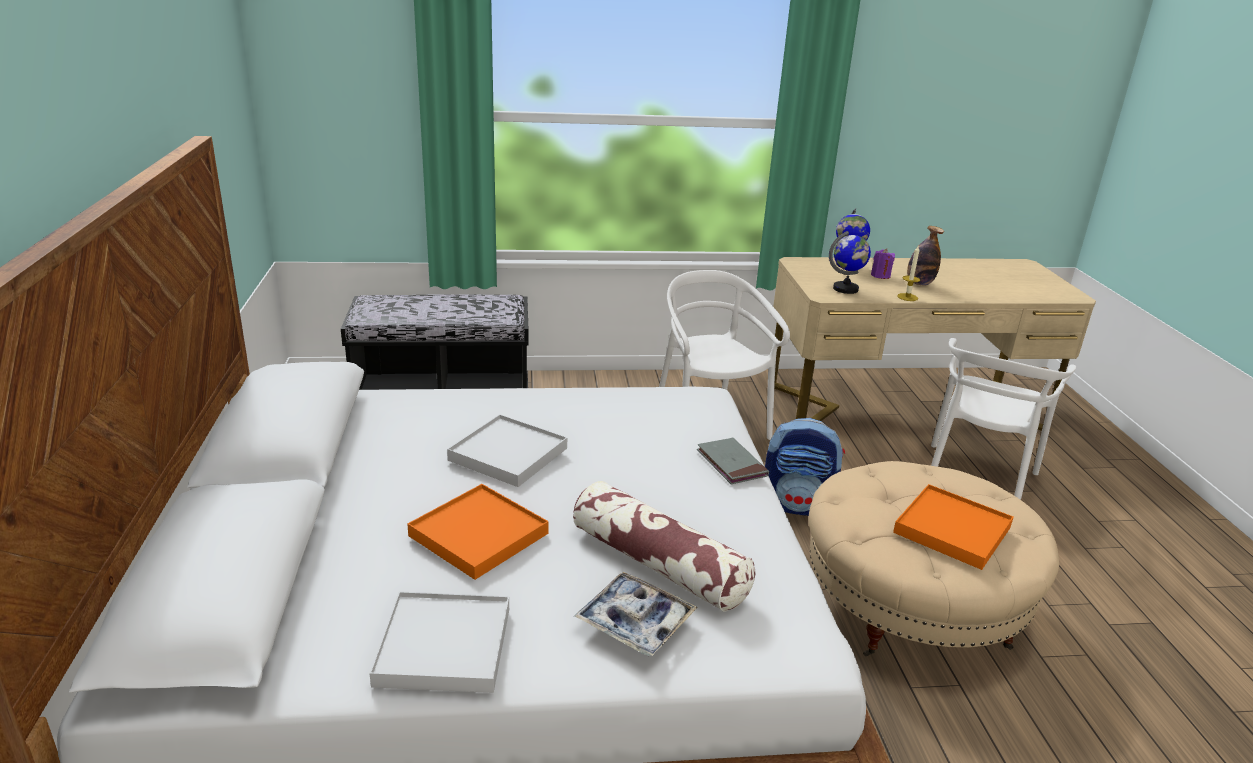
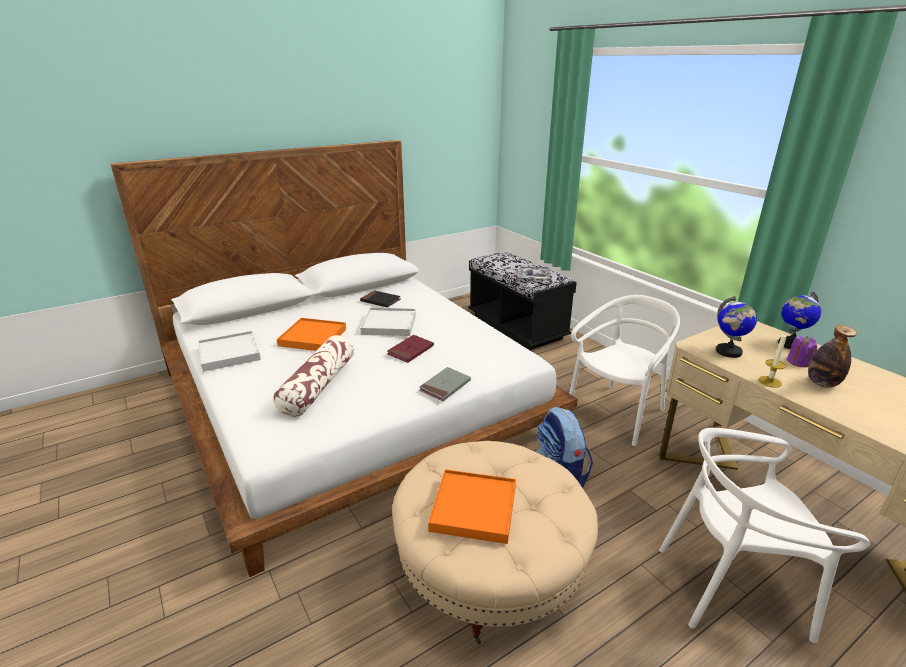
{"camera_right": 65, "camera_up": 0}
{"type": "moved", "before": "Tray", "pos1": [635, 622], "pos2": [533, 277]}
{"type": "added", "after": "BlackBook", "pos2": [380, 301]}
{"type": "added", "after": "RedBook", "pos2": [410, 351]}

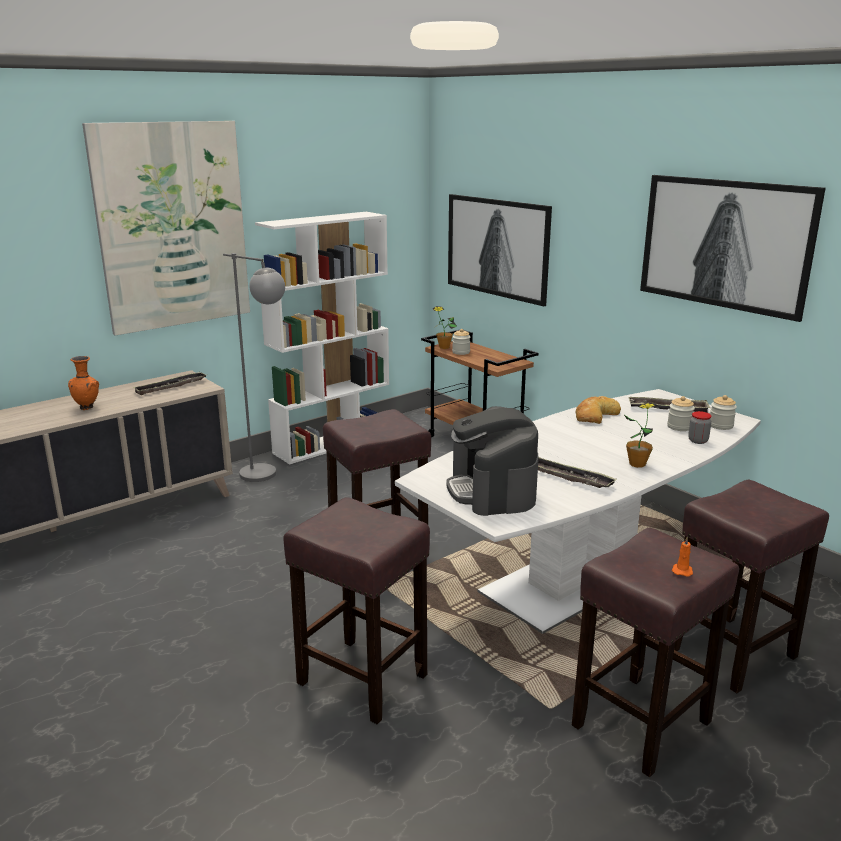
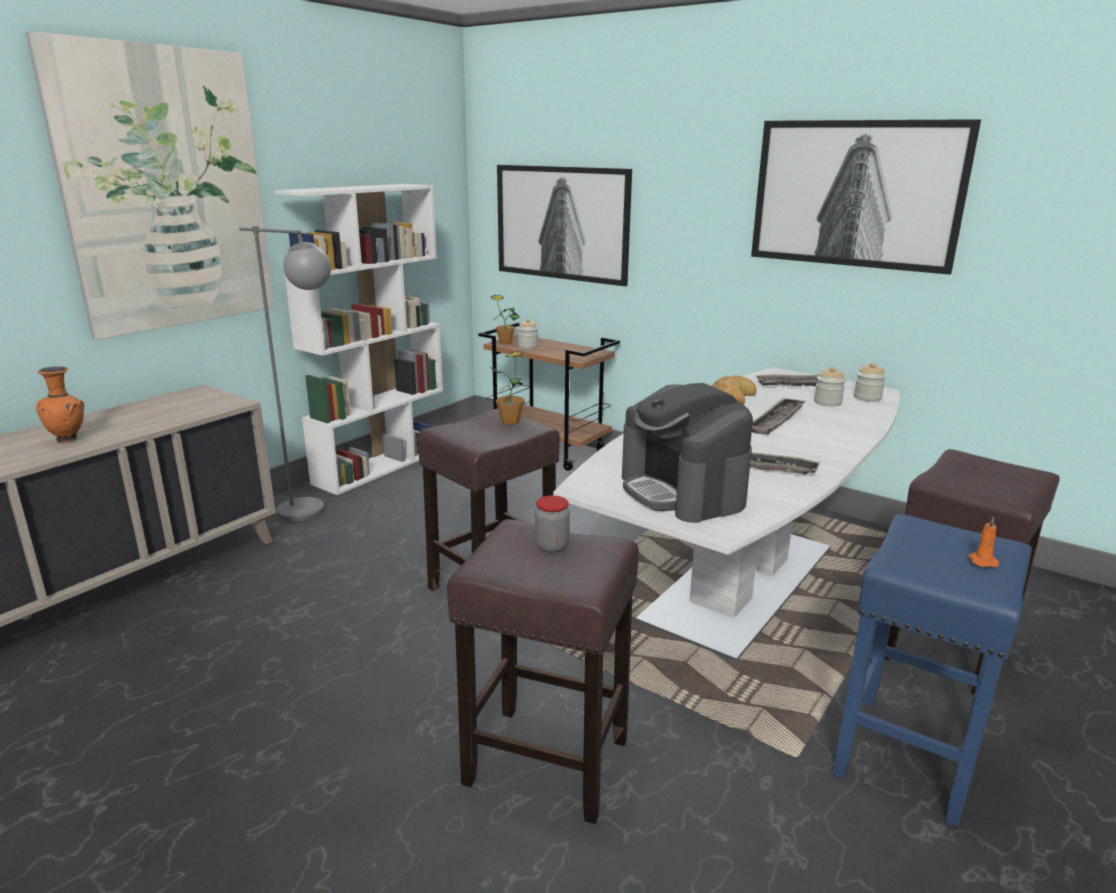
{"camera_right": -15, "camera_up": 0}
{"type": "moved", "before": "Tray", "pos1": [171, 387], "pos2": [776, 420]}
{"type": "recoloured", "before": "BrownStool", "after": "BlueStool", "pos1": [640, 725], "pos2": [906, 758]}
{"type": "moved", "before": "PottedPlant", "pos1": [637, 464], "pos2": [510, 422]}
{"type": "moved", "before": "Jar", "pos1": [698, 441], "pos2": [552, 546]}

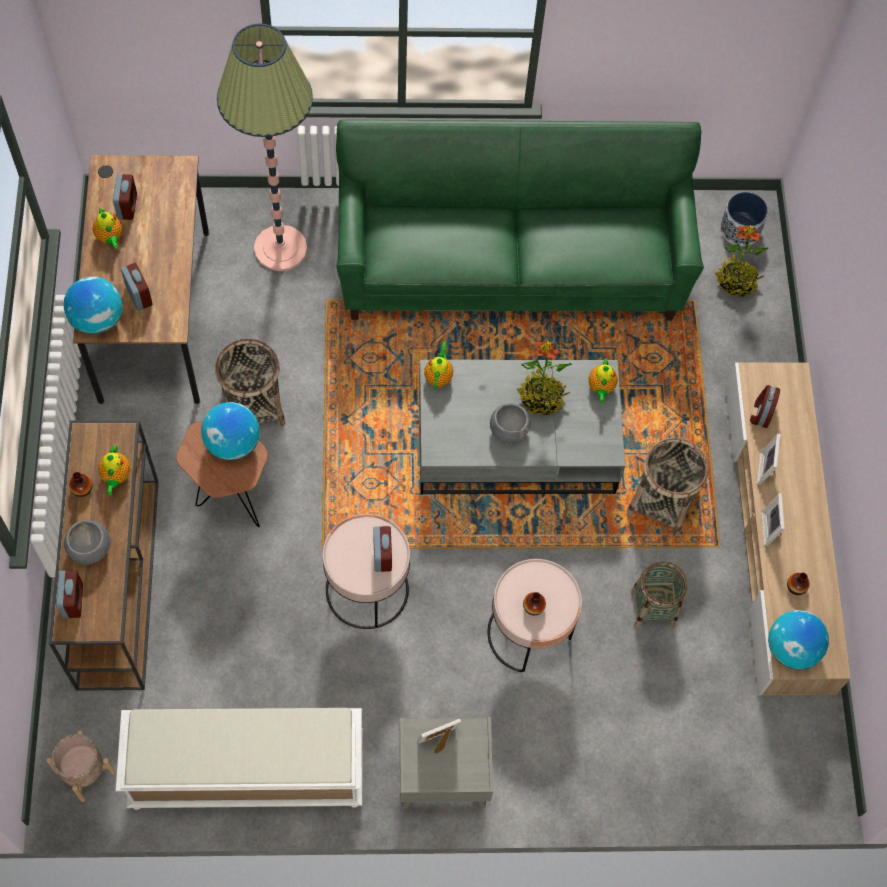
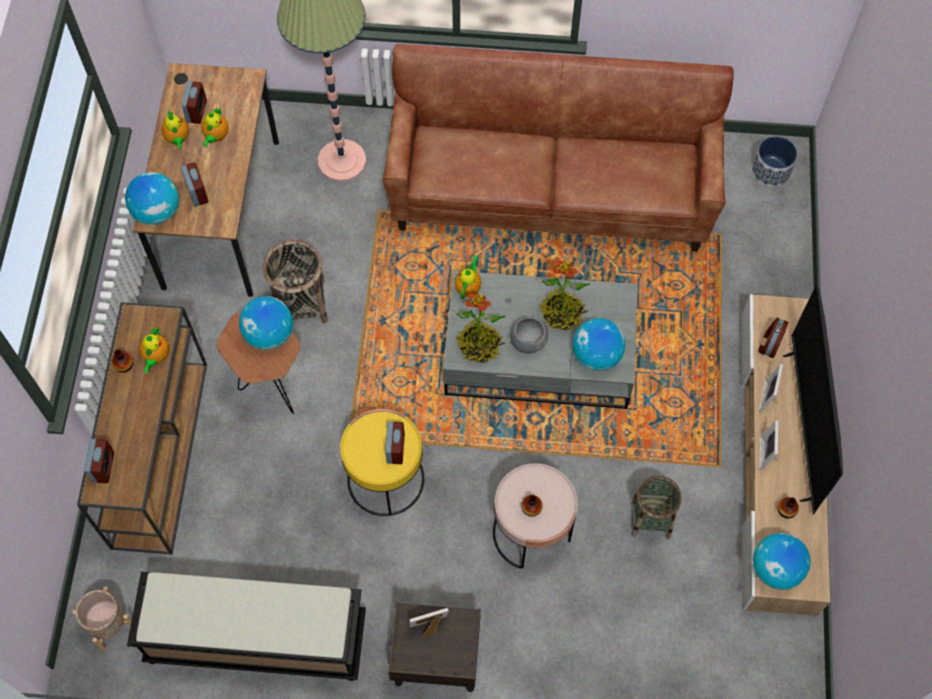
{"camera_right": 10, "camera_up": 0}
{"type": "removed", "before": "GreyBowl", "pos1": [90, 548]}
{"type": "recoloured", "before": "WhiteBench", "after": "BlackBench", "pos1": [245, 773], "pos2": [255, 639]}
{"type": "recoloured", "before": "PinkSideTable", "after": "YellowSideTable", "pos1": [367, 590], "pos2": [385, 480]}
{"type": "recoloured", "before": "GreenSofa", "after": "BrownSofa", "pos1": [509, 270], "pos2": [550, 194]}
{"type": "recoloured", "before": "GreyNightstand", "after": "BrownNightstand", "pos1": [441, 778], "pos2": [435, 661]}
{"type": "moved", "before": "Teapot", "pos1": [601, 388], "pos2": [216, 136]}
{"type": "removed", "before": "Basket", "pos1": [662, 503]}
{"type": "moved", "before": "PottedPlant", "pos1": [736, 282], "pos2": [479, 346]}
{"type": "added", "after": "Globe", "pos2": [596, 355]}
{"type": "added", "after": "Television", "pos2": [802, 426]}

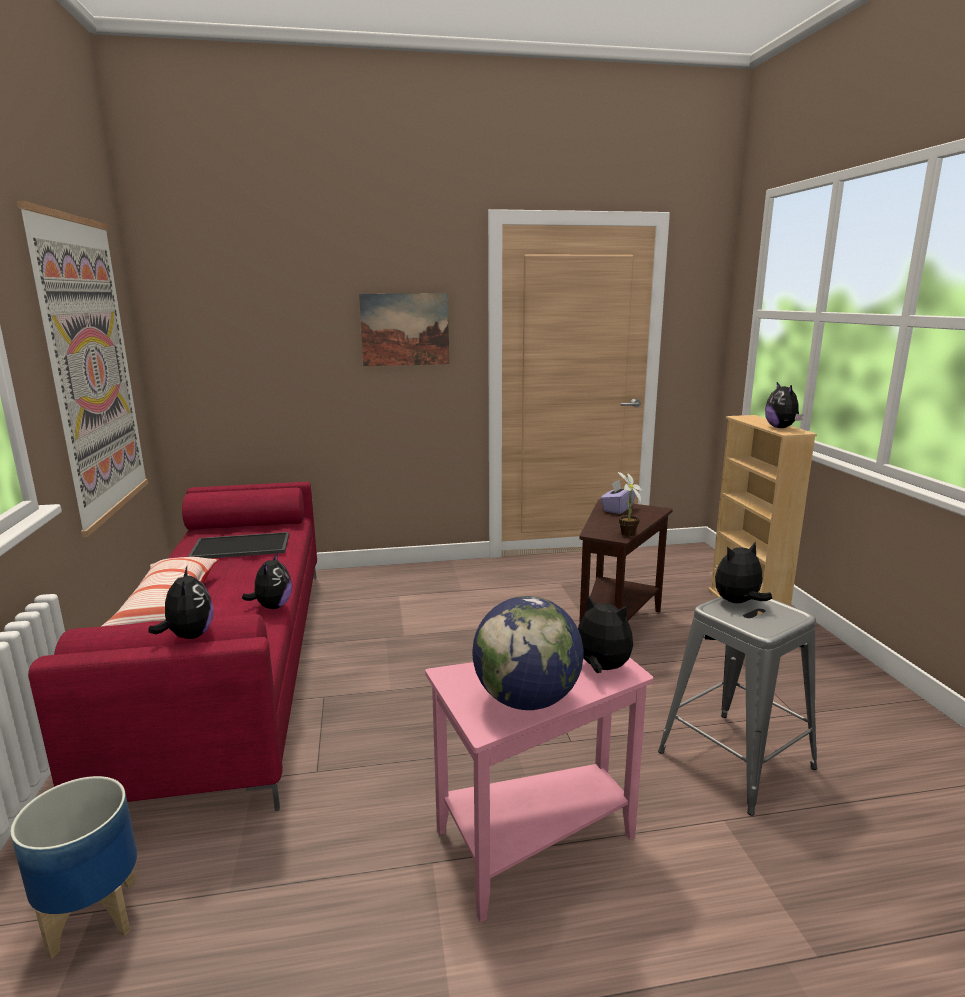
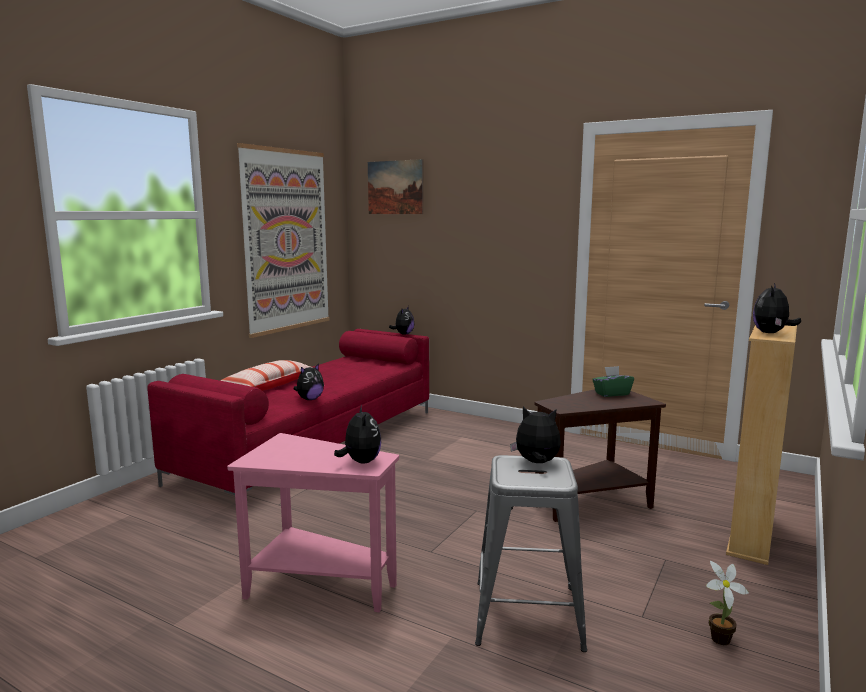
{"camera_right": 40, "camera_up": -5}
{"type": "removed", "before": "Planter", "pos1": [94, 915]}
{"type": "moved", "before": "PlushToy", "pos1": [189, 636], "pos2": [403, 334]}
{"type": "removed", "before": "Tray", "pos1": [239, 547]}
{"type": "moved", "before": "Picture", "pos1": [405, 329], "pos2": [395, 187]}
{"type": "removed", "before": "Globe", "pos1": [527, 700]}
{"type": "recoloured", "before": "PurpleTissueBox", "after": "GreenTissueBox", "pos1": [617, 509], "pos2": [611, 393]}
{"type": "moved", "before": "PottedPlant", "pos1": [626, 534], "pos2": [717, 640]}

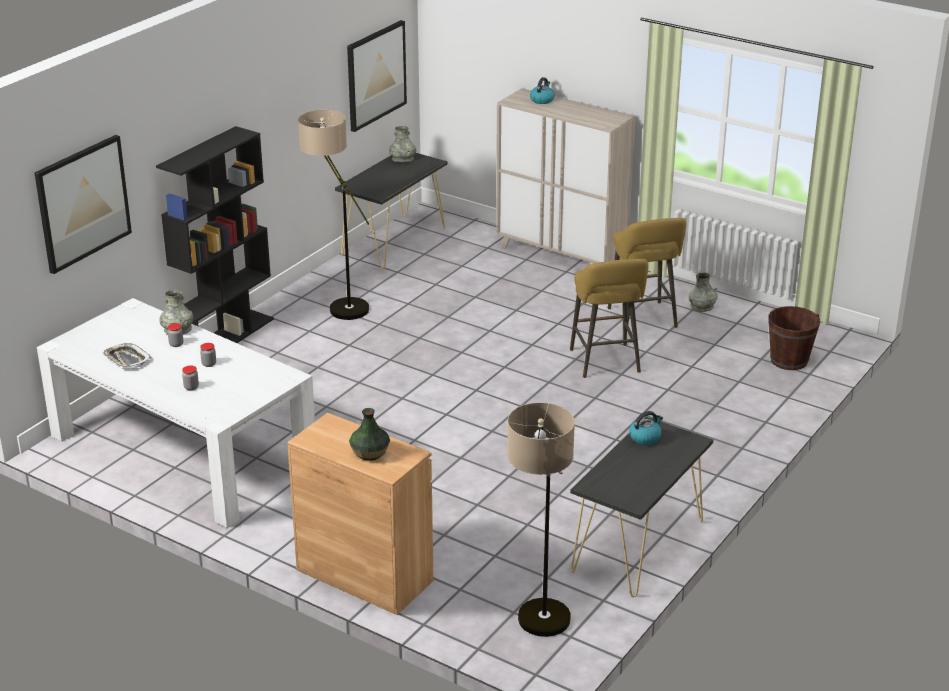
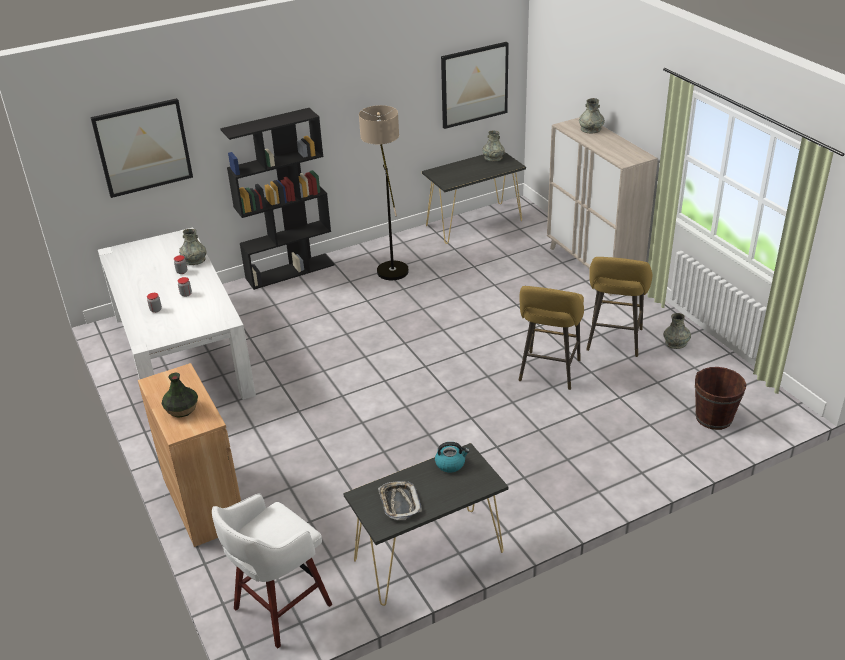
{"camera_right": 30, "camera_up": 5}
{"type": "moved", "before": "Tray", "pos1": [127, 359], "pos2": [399, 502]}
{"type": "replaced", "before": "FloorLamp", "after": "WhiteStool", "pos1": [539, 633], "pos2": [280, 608]}
{"type": "replaced", "before": "Kettle", "after": "GreyVase", "pos1": [542, 100], "pos2": [590, 129]}

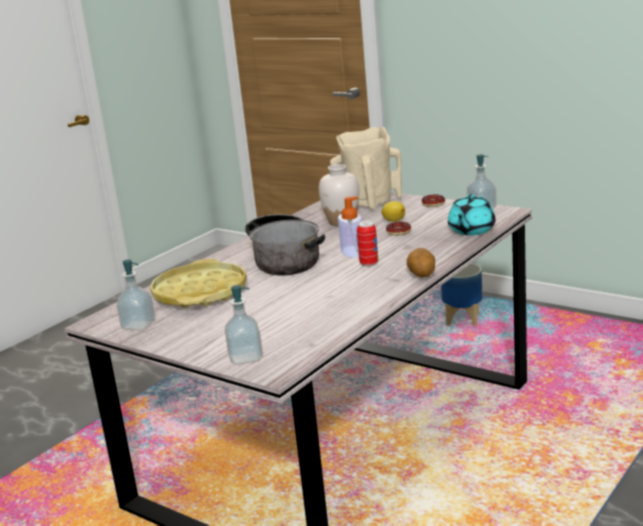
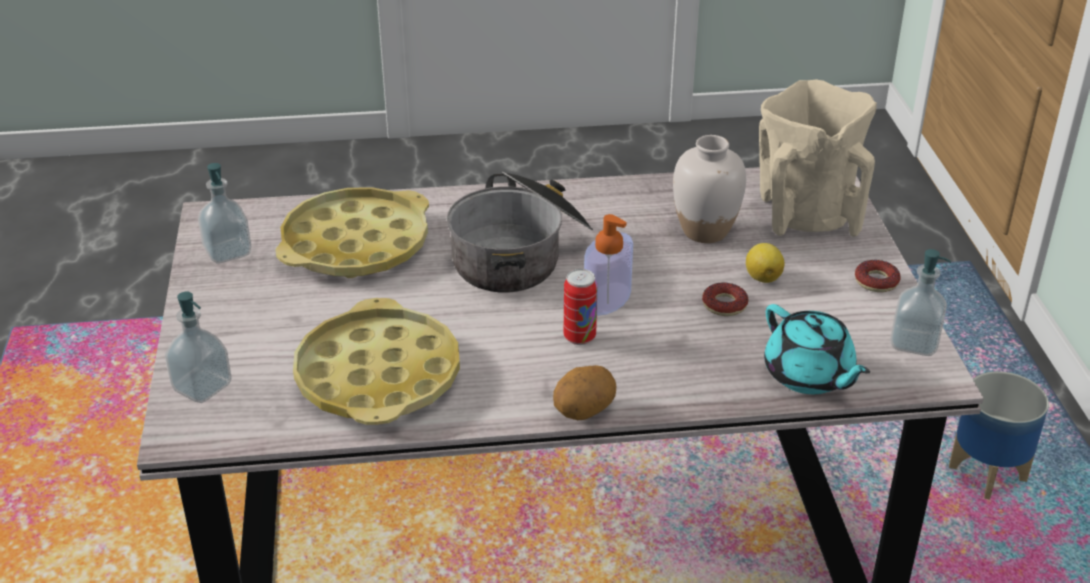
{"camera_right": 45, "camera_up": 15}
{"type": "turned", "before": "TurquoiseTeapot", "pos1": [471, 230], "pos2": [809, 376], "turn": -105}
{"type": "added", "after": "YellowTray", "pos2": [378, 376]}

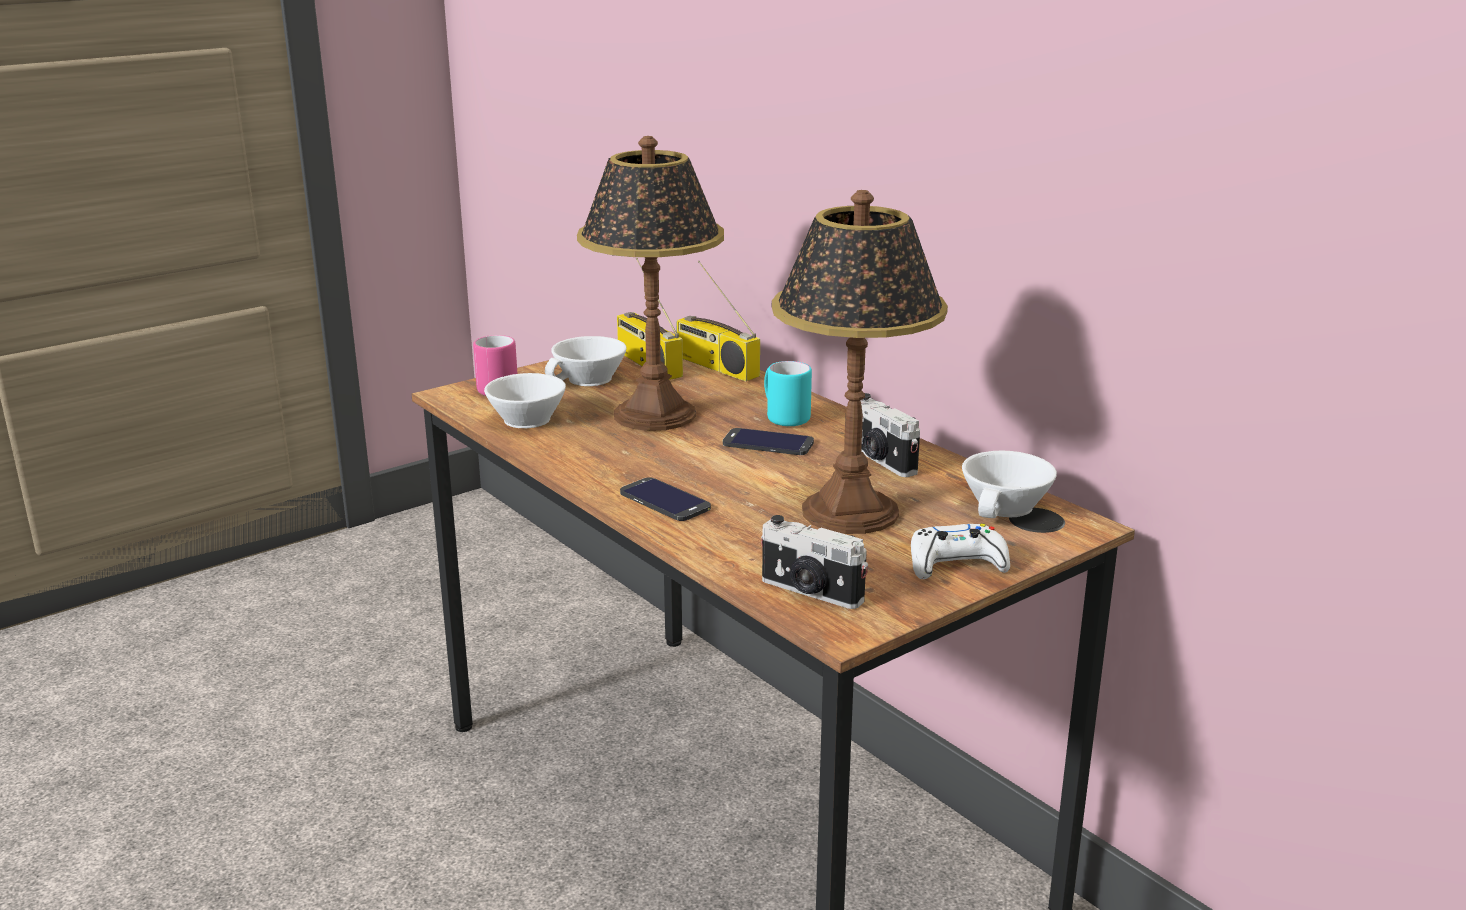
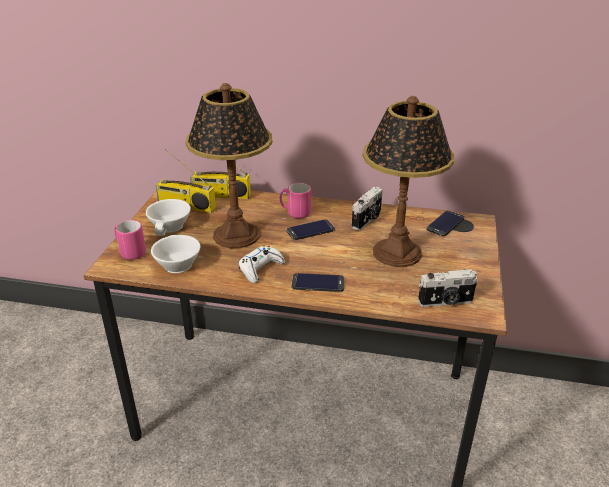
{"camera_right": -40, "camera_up": 10}
{"type": "recoloured", "before": "TurquoiseMug", "after": "PinkMug", "pos1": [783, 417], "pos2": [295, 213]}
{"type": "turned", "before": "PhotoCamera", "pos1": [881, 460], "pos2": [367, 220], "turn": -75}
{"type": "moved", "before": "WhiteGameController", "pos1": [956, 564], "pos2": [260, 269]}
{"type": "replaced", "before": "WhiteCup", "after": "Phone", "pos1": [1008, 507], "pos2": [445, 223]}

